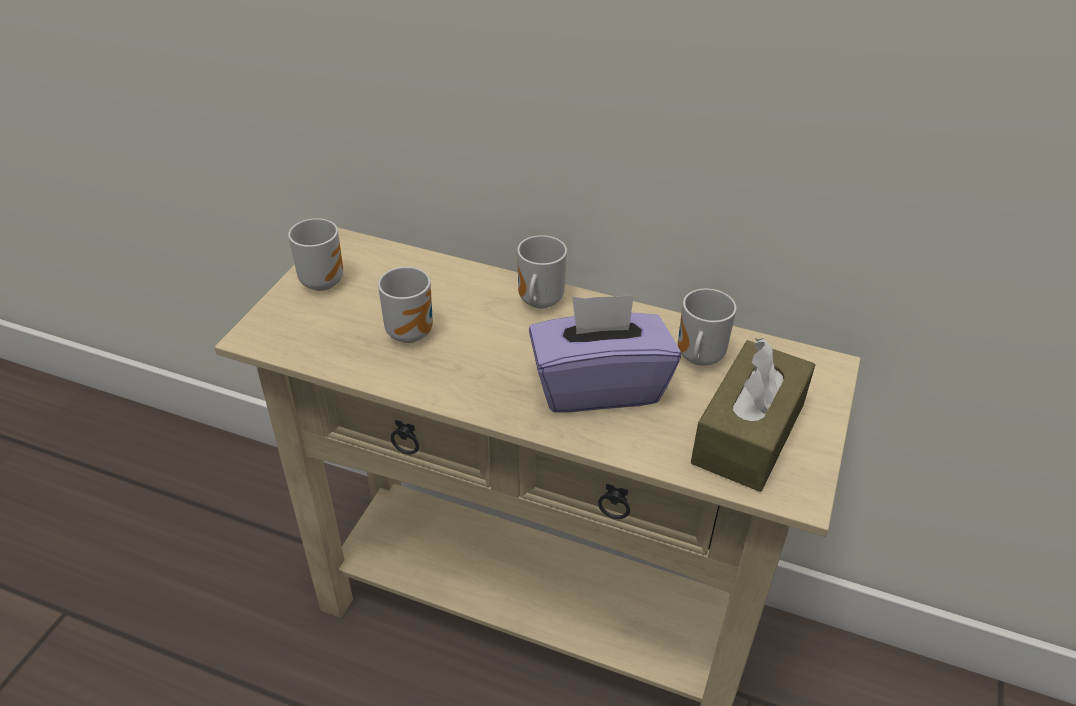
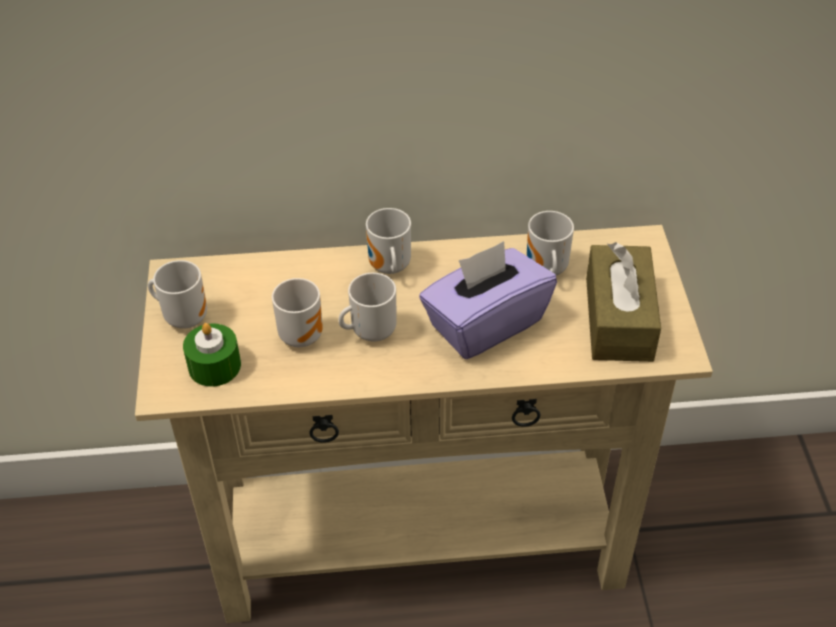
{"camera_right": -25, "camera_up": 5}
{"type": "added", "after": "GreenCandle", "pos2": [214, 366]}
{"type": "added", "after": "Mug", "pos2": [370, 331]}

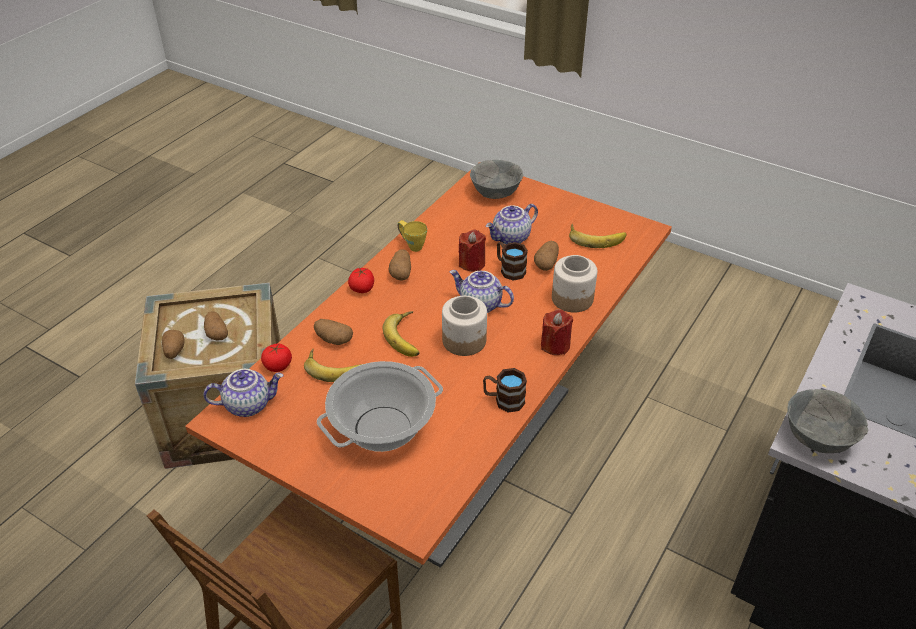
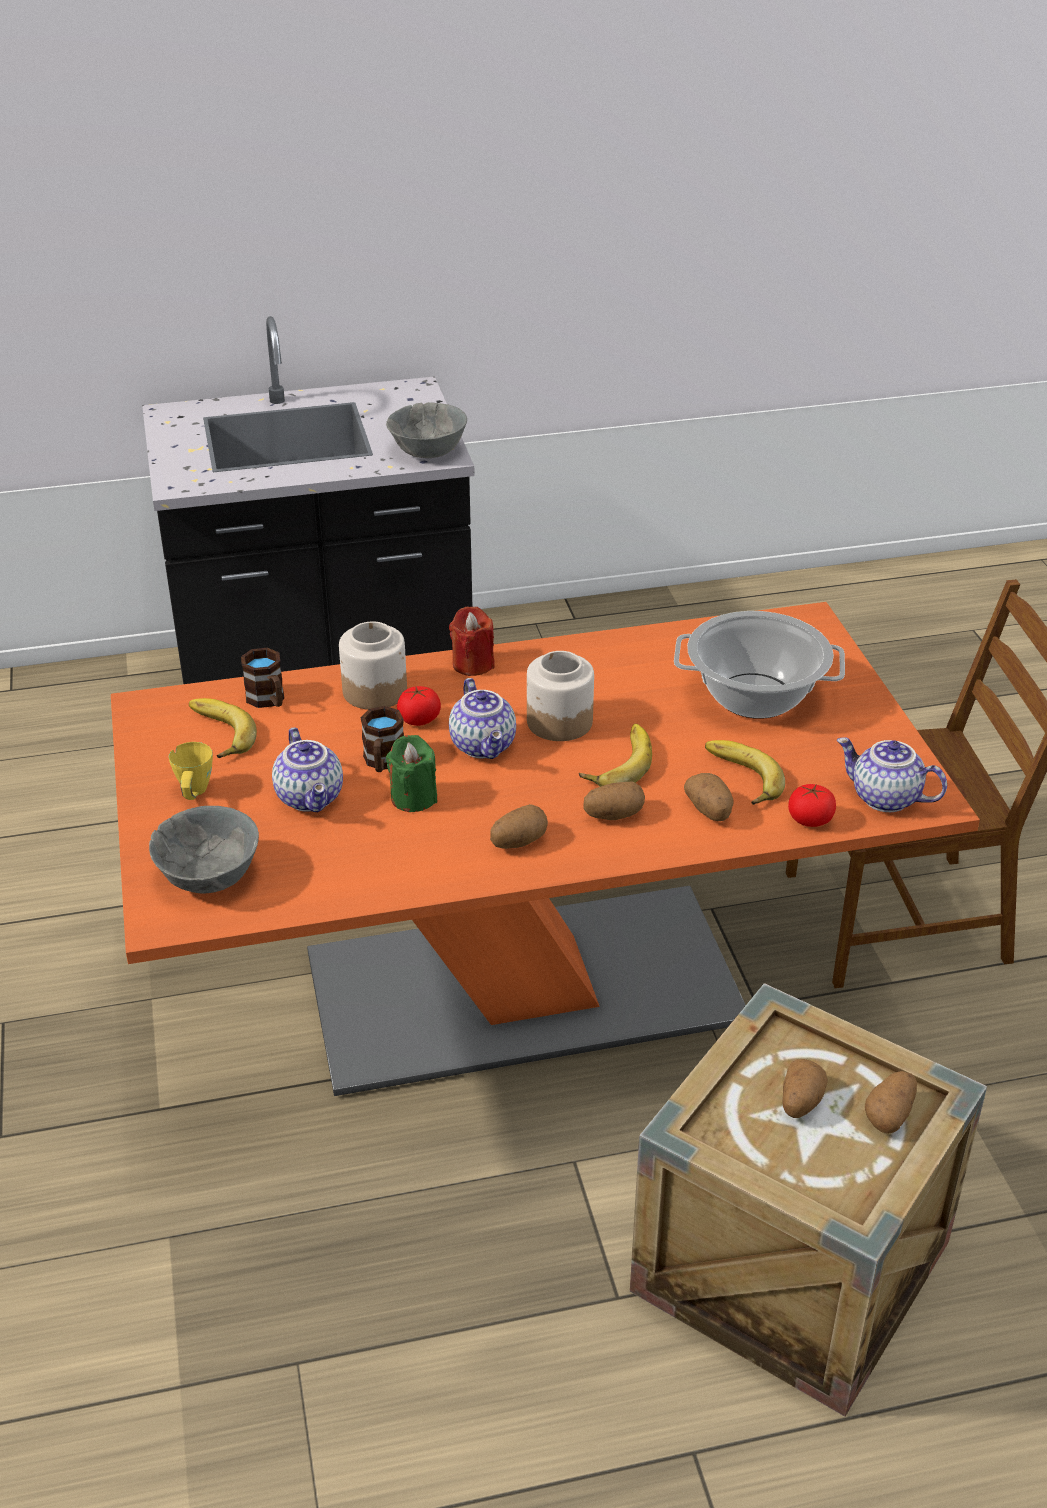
{"camera_right": -135, "camera_up": -5}
{"type": "moved", "before": "Tomato", "pos1": [362, 289], "pos2": [419, 720]}
{"type": "moved", "before": "YellowMug", "pos1": [411, 245], "pos2": [194, 795]}
{"type": "recoloured", "before": "RedCandle", "after": "GreenCandle", "pos1": [472, 263], "pos2": [413, 797]}
{"type": "moved", "before": "BrownMug", "pos1": [503, 400], "pos2": [269, 700]}
{"type": "turned", "before": "Teapot", "pos1": [511, 238], "pos2": [311, 797], "turn": 60}
{"type": "moved", "before": "Potato", "pos1": [546, 263], "pos2": [613, 815]}

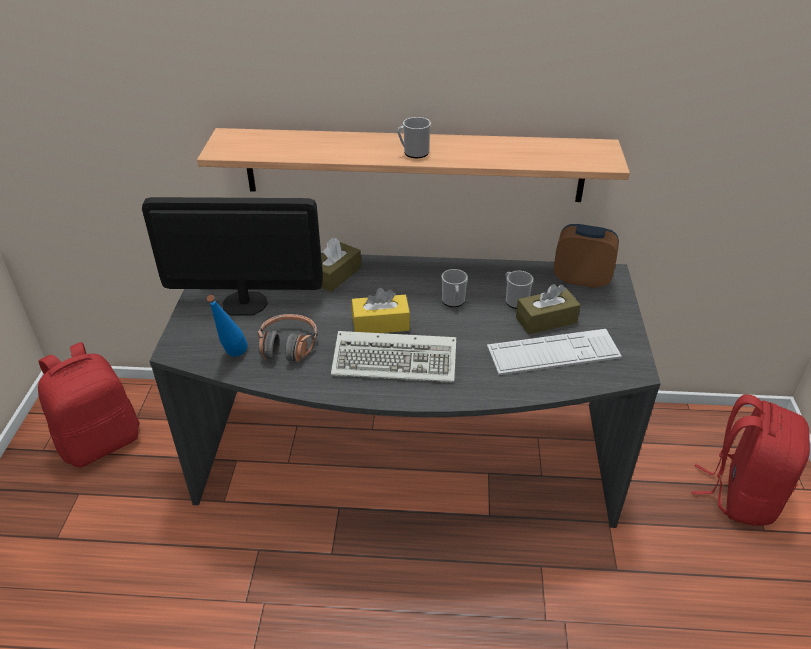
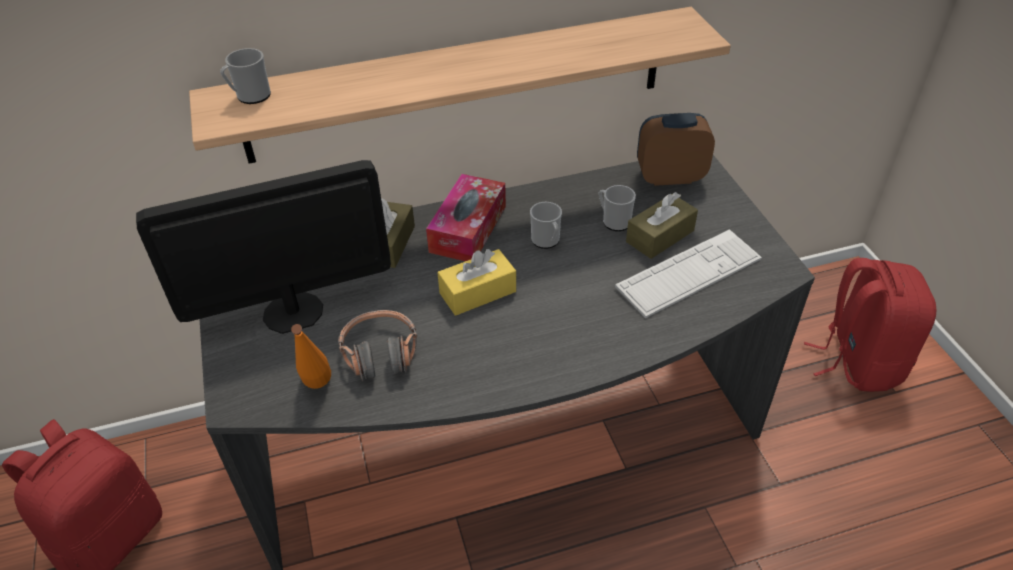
{"camera_right": -20, "camera_up": 5}
{"type": "recoloured", "before": "BlueBottle", "after": "OrangeBottle", "pos1": [232, 358], "pos2": [318, 391]}
{"type": "removed", "before": "Keyboard", "pos1": [397, 360]}
{"type": "moved", "before": "Mug", "pos1": [413, 153], "pos2": [250, 96]}
{"type": "added", "after": "TissueBox", "pos2": [468, 229]}

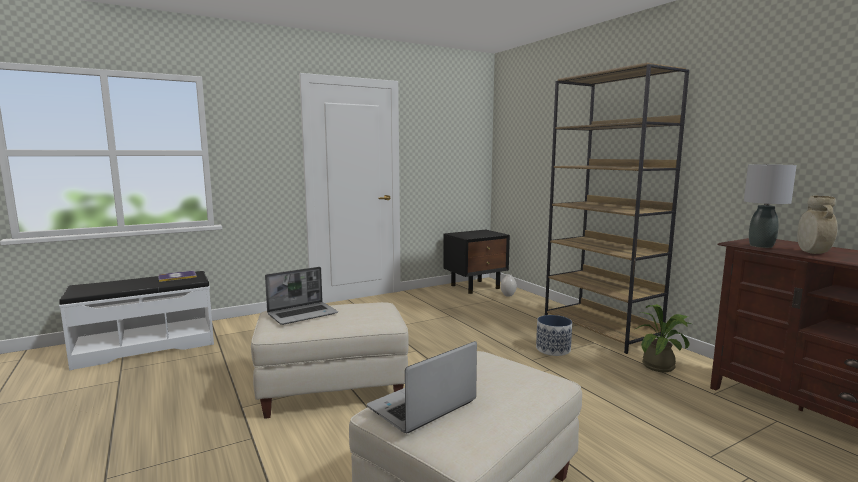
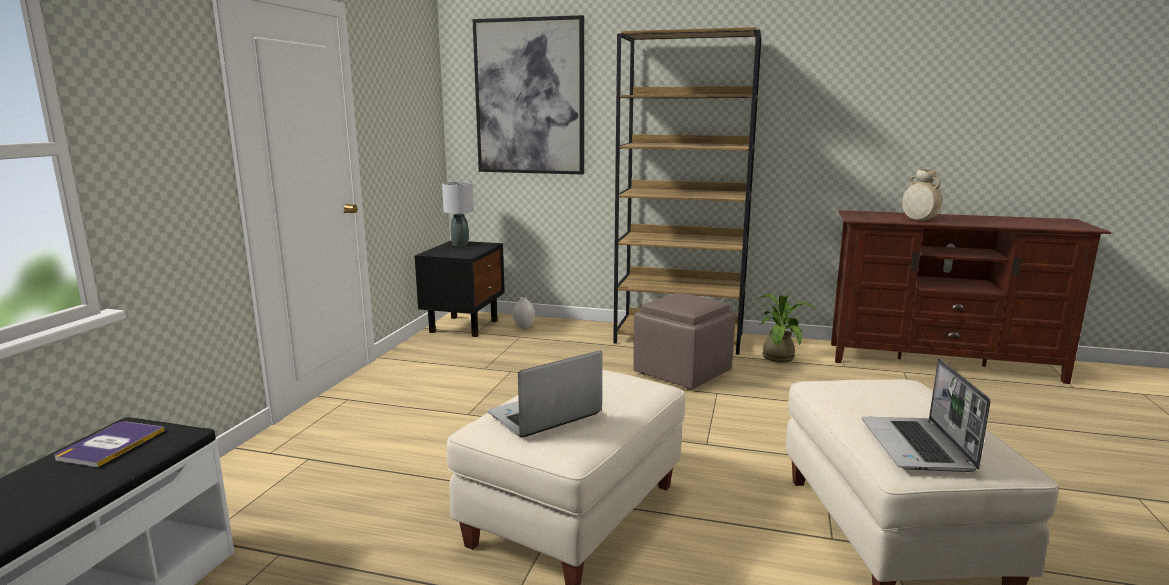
{"camera_right": -45, "camera_up": 5}
{"type": "turned", "before": "Laptop", "pos1": [303, 314], "pos2": [544, 415], "turn": -135}
{"type": "replaced", "before": "Planter", "after": "BrownOttoman", "pos1": [552, 349], "pos2": [681, 372]}
{"type": "moved", "before": "GreyTableLamp", "pos1": [761, 246], "pos2": [460, 244]}
{"type": "added", "after": "Picture", "pos2": [529, 97]}

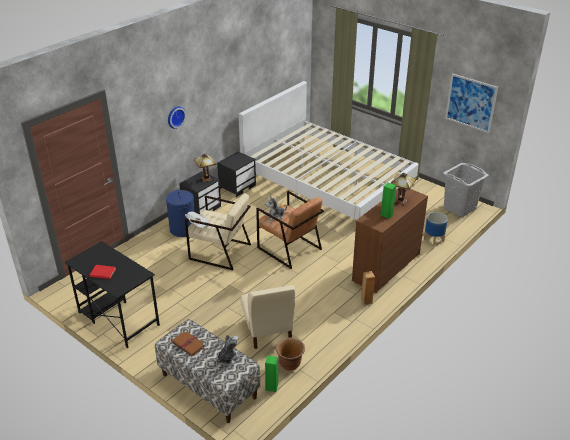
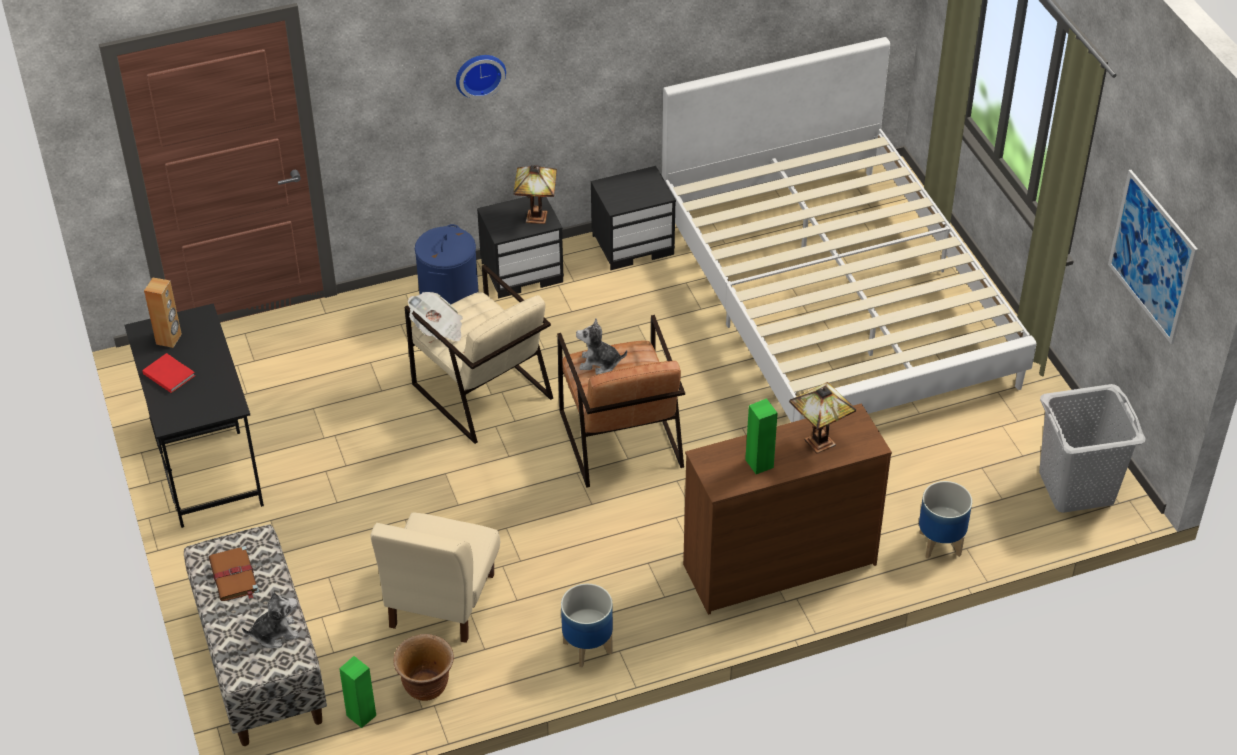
{"camera_right": 30, "camera_up": 10}
{"type": "moved", "before": "BrownSpeaker", "pos1": [366, 300], "pos2": [169, 339]}
{"type": "added", "after": "Planter", "pos2": [587, 648]}

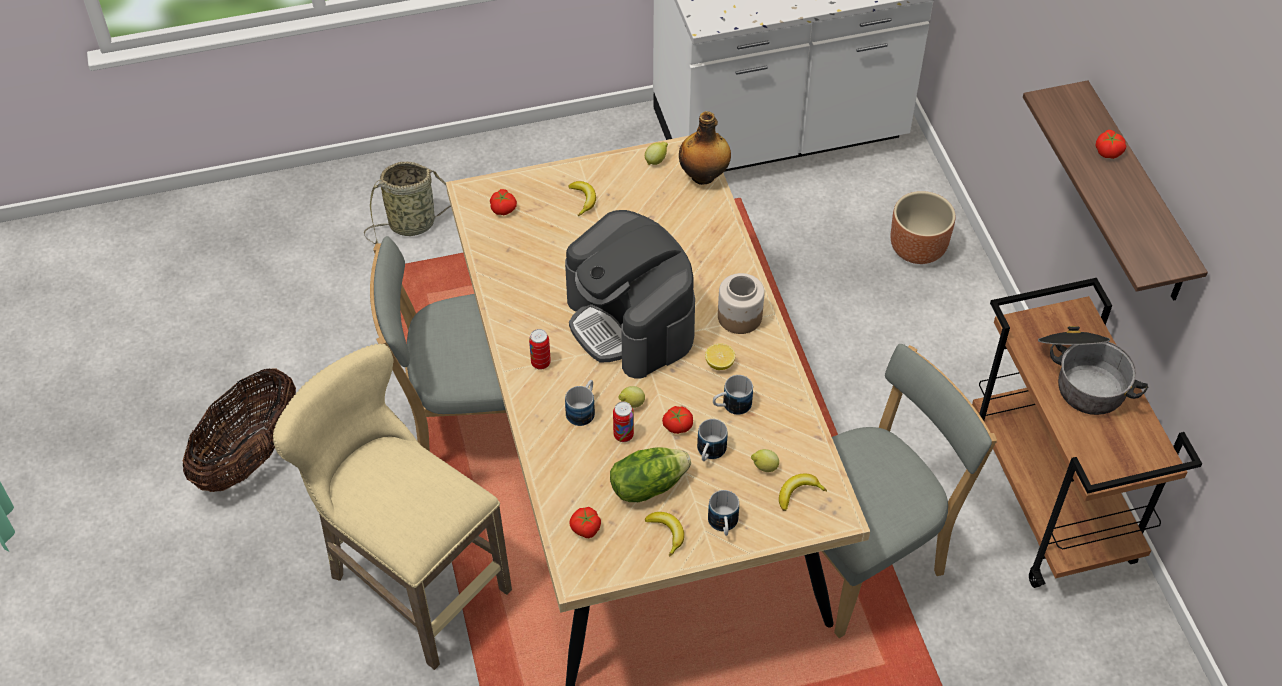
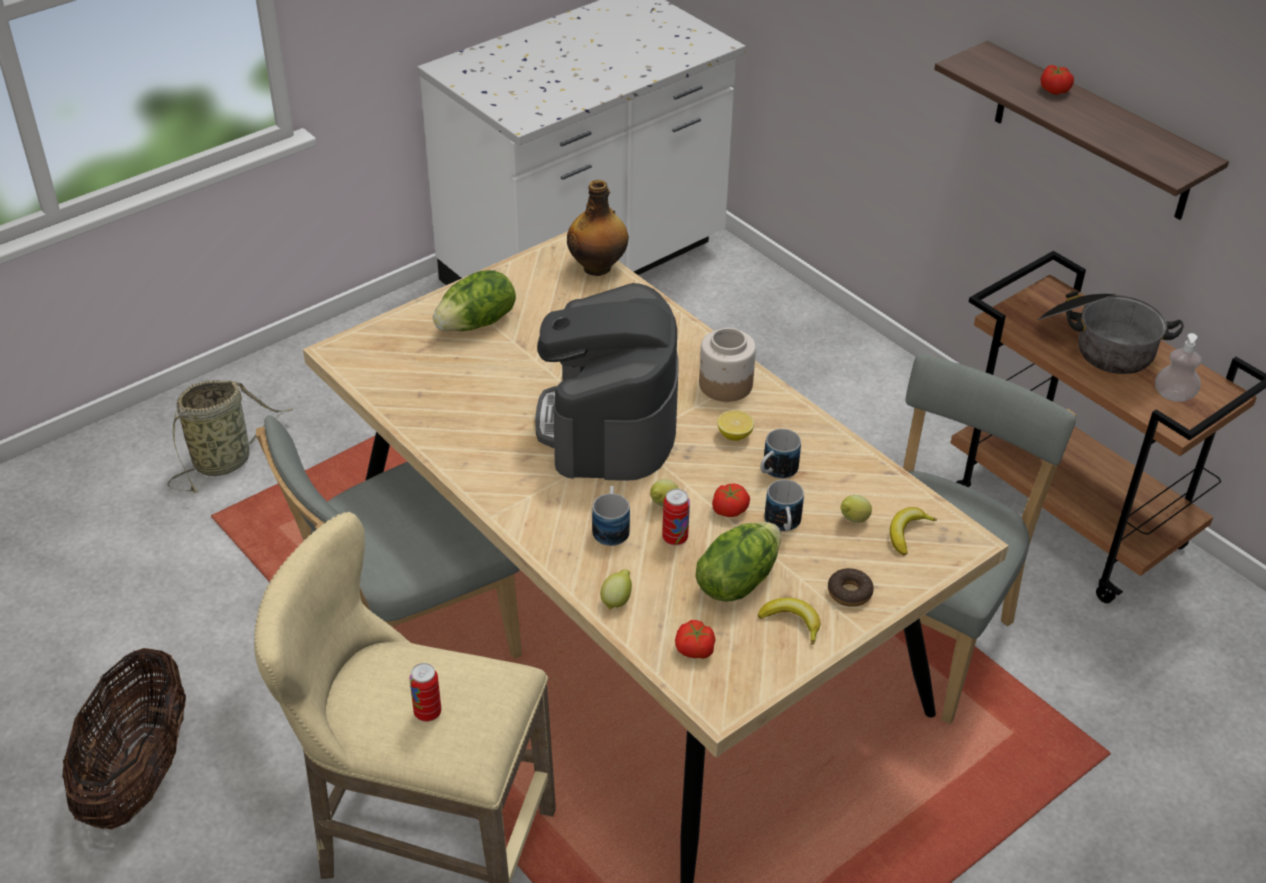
{"camera_right": -25, "camera_up": -10}
{"type": "removed", "before": "Tomato", "pos1": [503, 208]}
{"type": "moved", "before": "Can", "pos1": [540, 363], "pos2": [427, 712]}
{"type": "turned", "before": "CoffeeMachine", "pos1": [631, 322], "pos2": [609, 424], "turn": 60}
{"type": "replaced", "before": "Banana", "after": "Lettuce", "pos1": [583, 199], "pos2": [477, 323]}
{"type": "moved", "before": "Lemon", "pos1": [656, 160], "pos2": [617, 600]}
{"type": "replaced", "before": "Mug", "after": "Donut", "pos1": [723, 525], "pos2": [849, 592]}
{"type": "removed", "before": "BrownPlanter", "pos1": [918, 249]}
{"type": "added", "after": "SoapDispenser", "pos2": [1173, 395]}

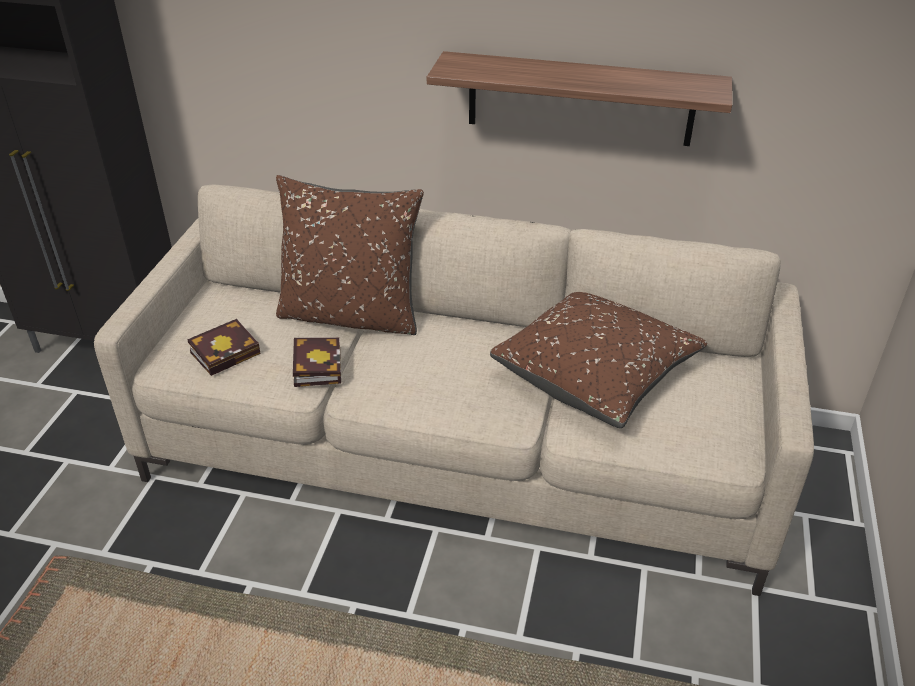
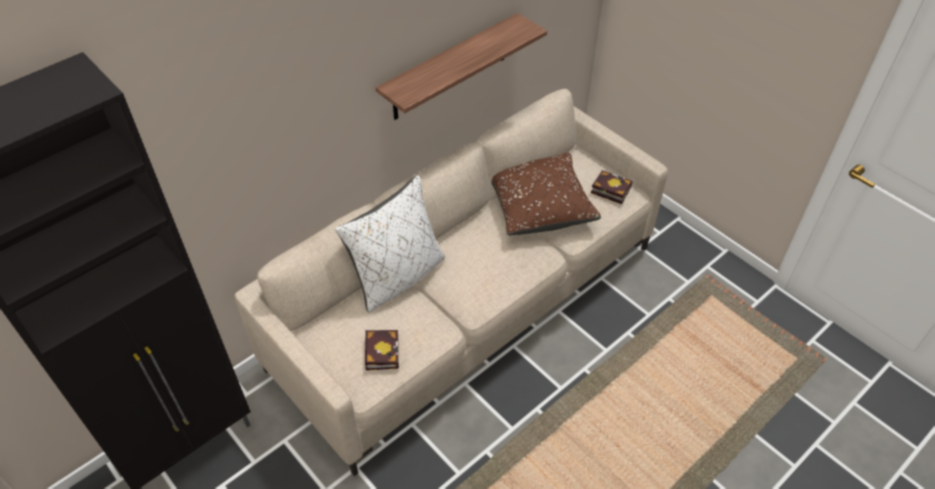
{"camera_right": -55, "camera_up": 10}
{"type": "recoloured", "before": "BrownPillow", "after": "WhitePillow", "pos1": [351, 315], "pos2": [398, 277]}
{"type": "moved", "before": "Book", "pos1": [316, 365], "pos2": [609, 189]}

